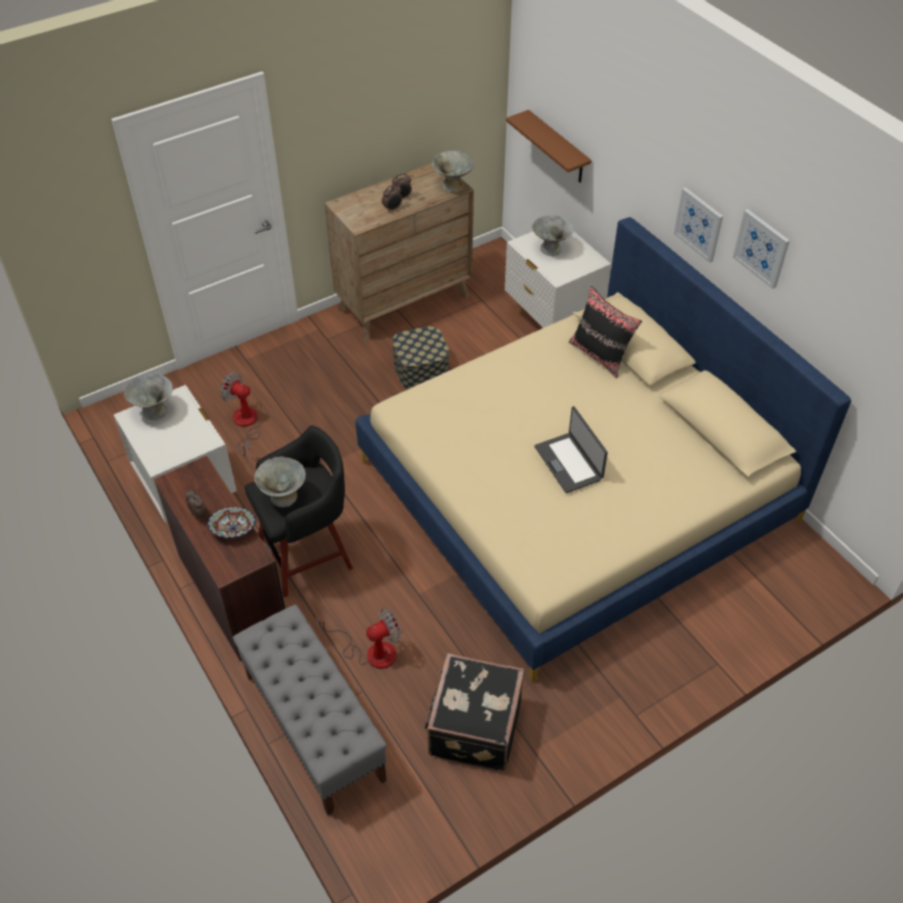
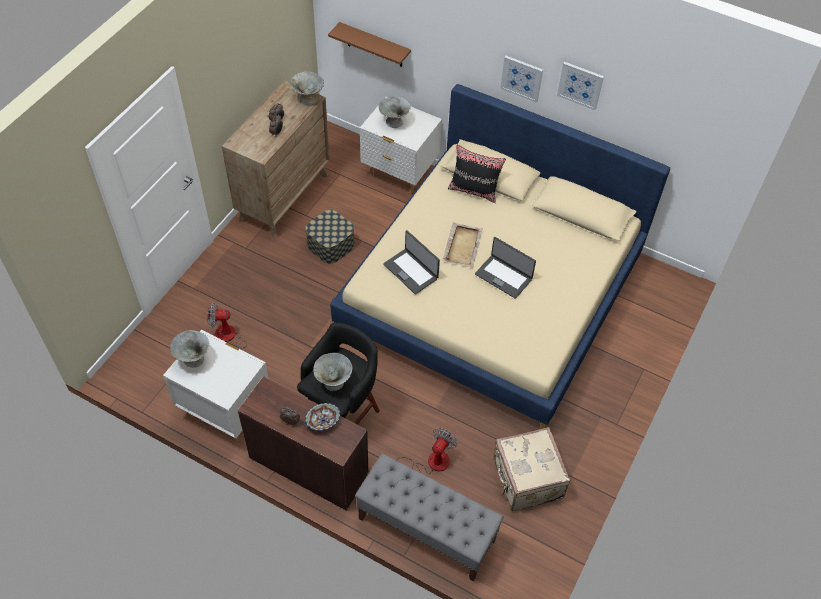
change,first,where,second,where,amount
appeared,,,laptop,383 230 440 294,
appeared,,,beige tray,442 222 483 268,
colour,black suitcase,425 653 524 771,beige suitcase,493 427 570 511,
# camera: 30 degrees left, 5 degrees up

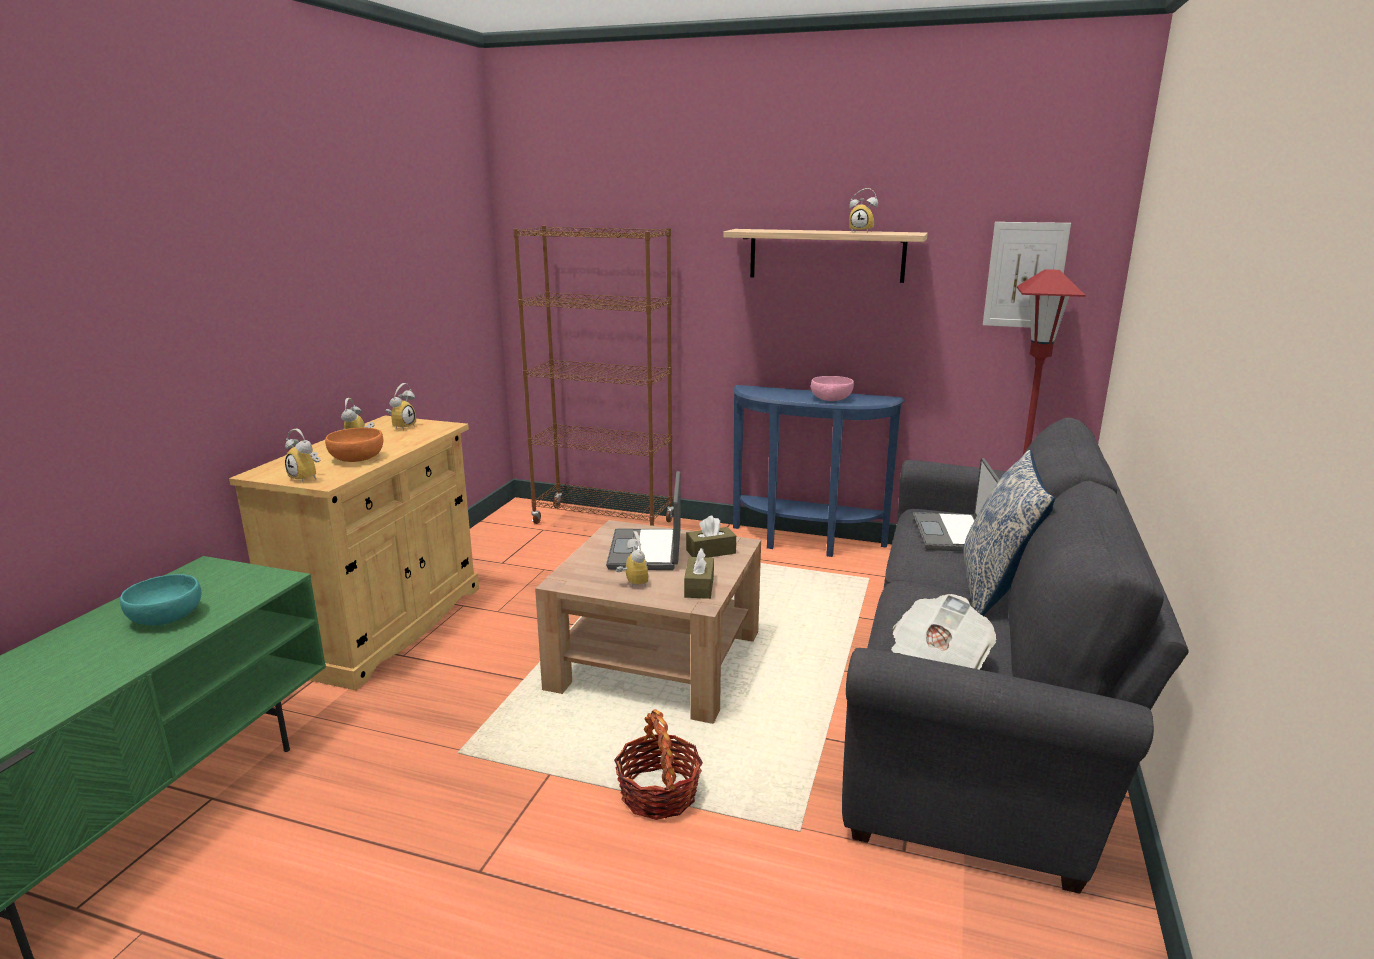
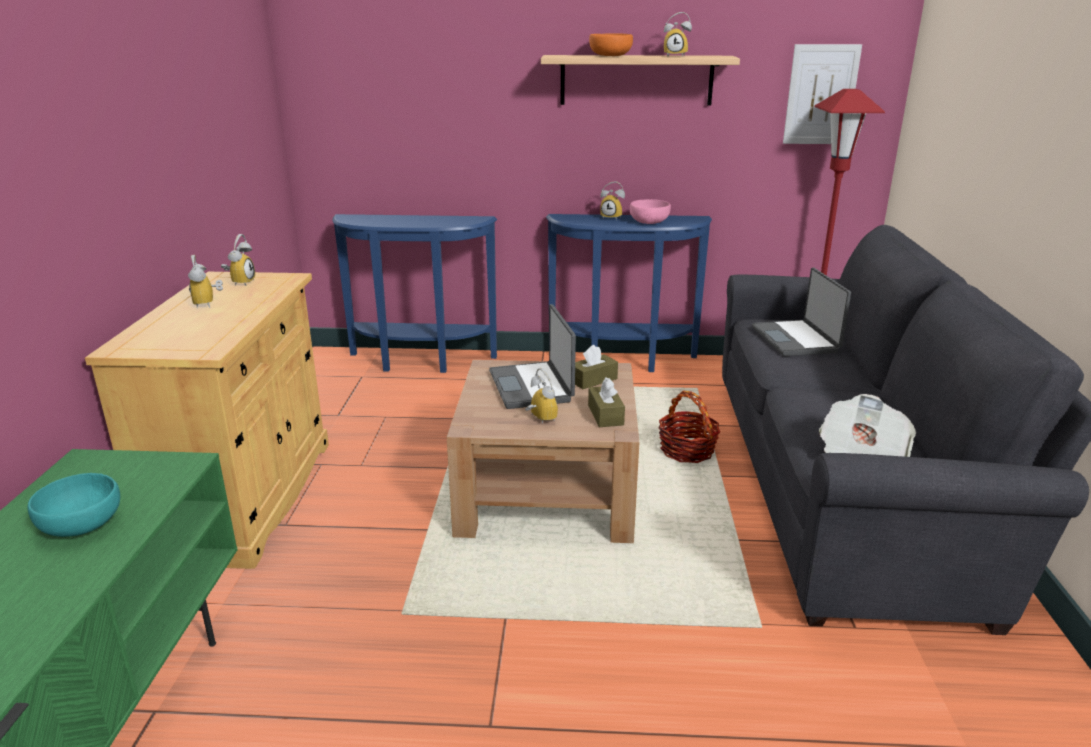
change,first,where,second,where,amount
exchanged,brown bookcase,513 226 673 526,blue console table,333 214 498 373,
relocated,orange bowl,325 428 383 462,,589 34 633 56,
relocated,alarm clock,285 429 321 482,,600 181 625 220,
relocated,basket,614 709 703 820,,658 391 720 463,
missing,pillow,963 450 1055 616,,,
# camera: 15 degrees left, 5 degrees up

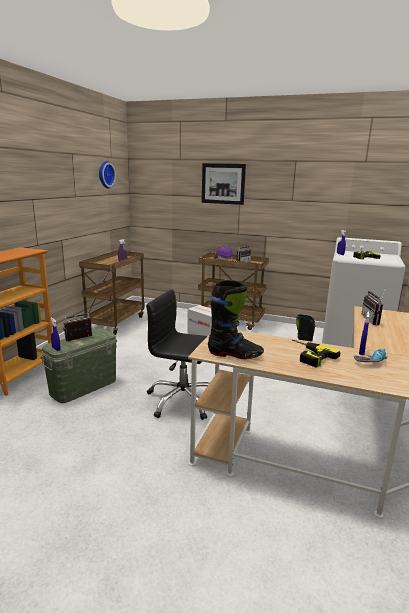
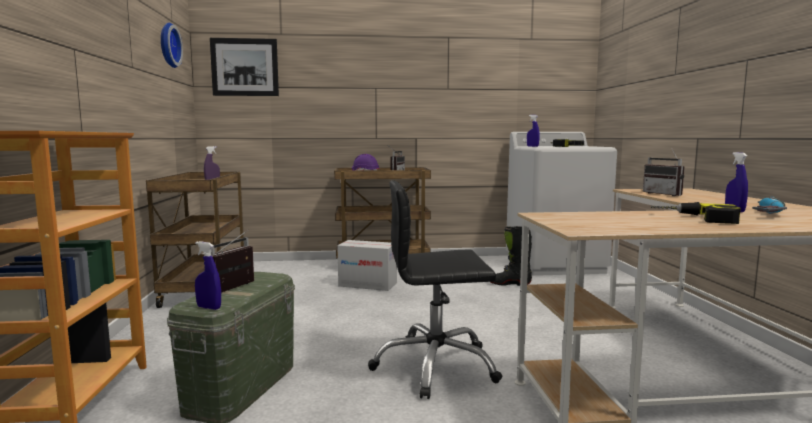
change,first,where,second,where,amount
relocated,picture,202 163 246 205,,210 38 279 96,
missing,black boot,208 280 264 359,,,
# camera: 25 degrees left, 10 degrees down

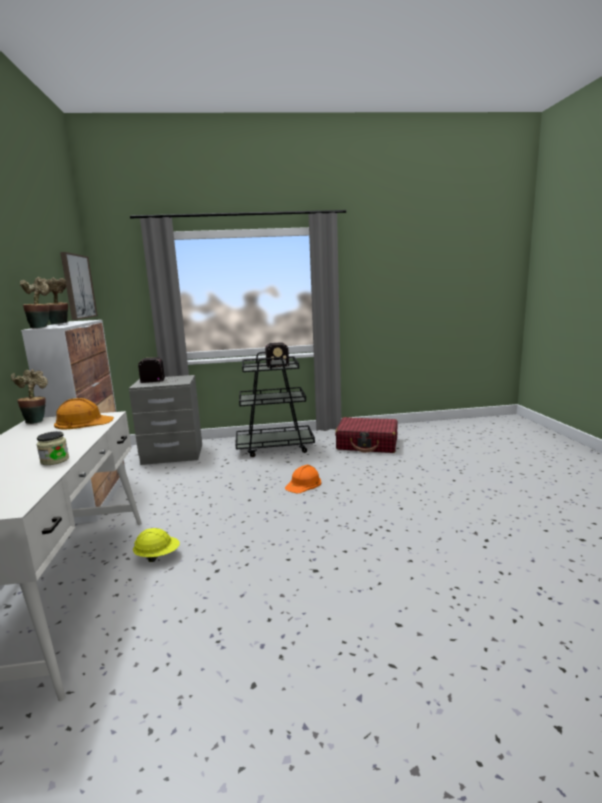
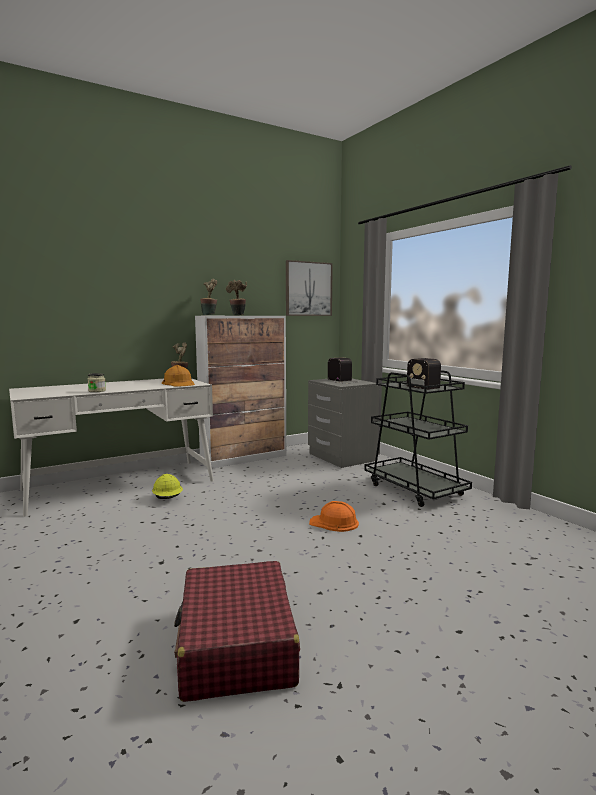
change,first,where,second,where,amount
relocated,red suitcase,335 417 398 453,,174 561 300 702,
# camera: 65 degrees right, 5 degrees down

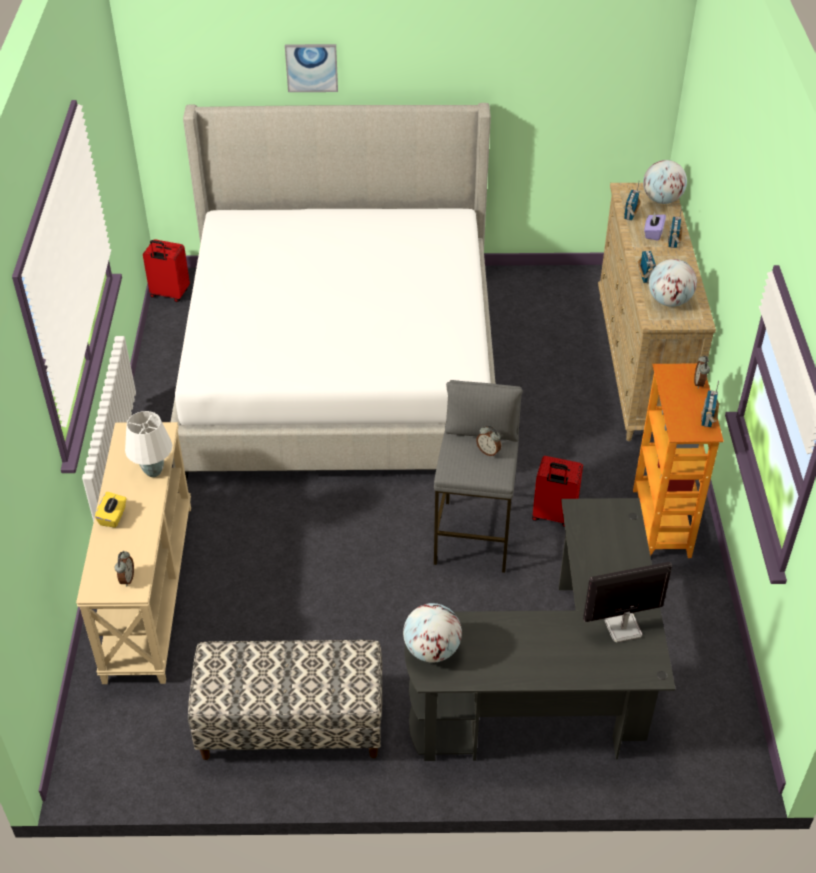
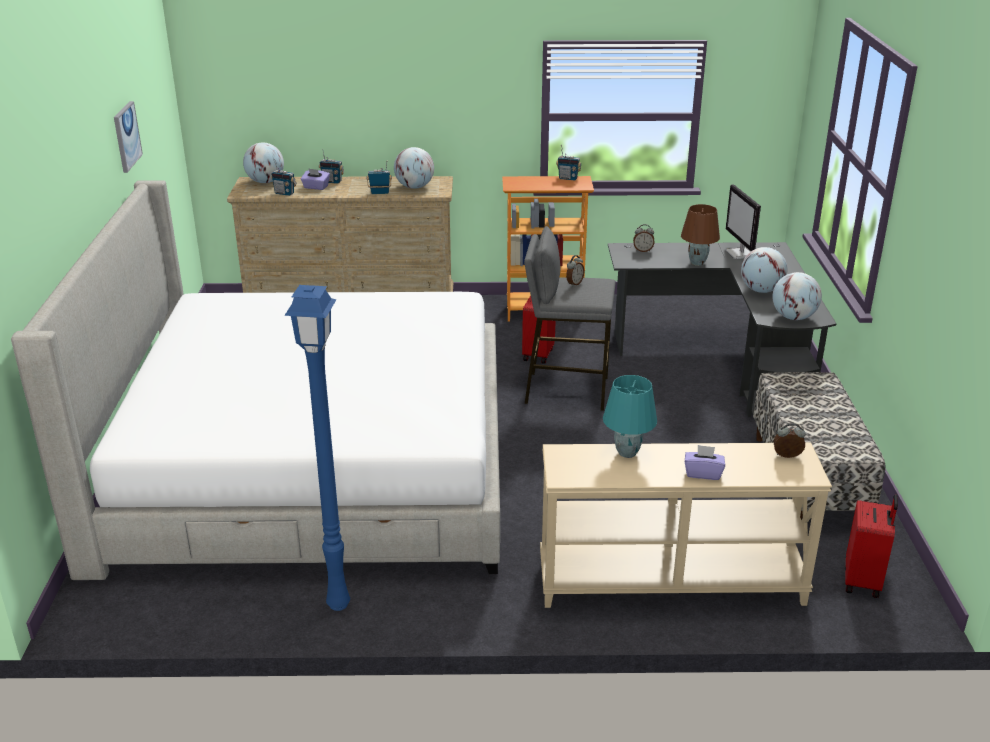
change,first,where,second,where,amount
relocated,picture,285 44 338 92,,114 101 143 173,
appeared,,,blue floor lamp,284 285 350 611,
colour,white table lamp,125 411 172 477,turquoise table lamp,603 375 657 458,
relocated,alarm clock,694 355 710 389,,633 224 655 252,
appeared,,,brown table lamp,681 204 720 266,
colour,yellow tissue box,95 492 127 528,purple tissue box,685 445 725 480,
appeared,,,globe,741 247 788 293,
relocated,red suitcase,143 239 190 302,,845 494 898 598,
# camera: 90 degrees left, 15 degrees down

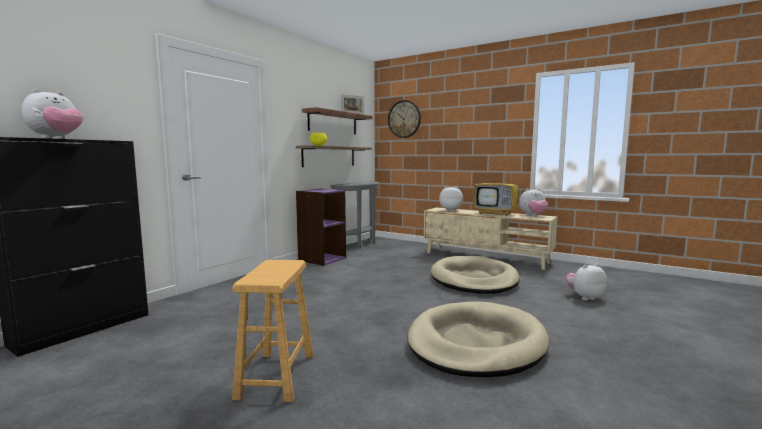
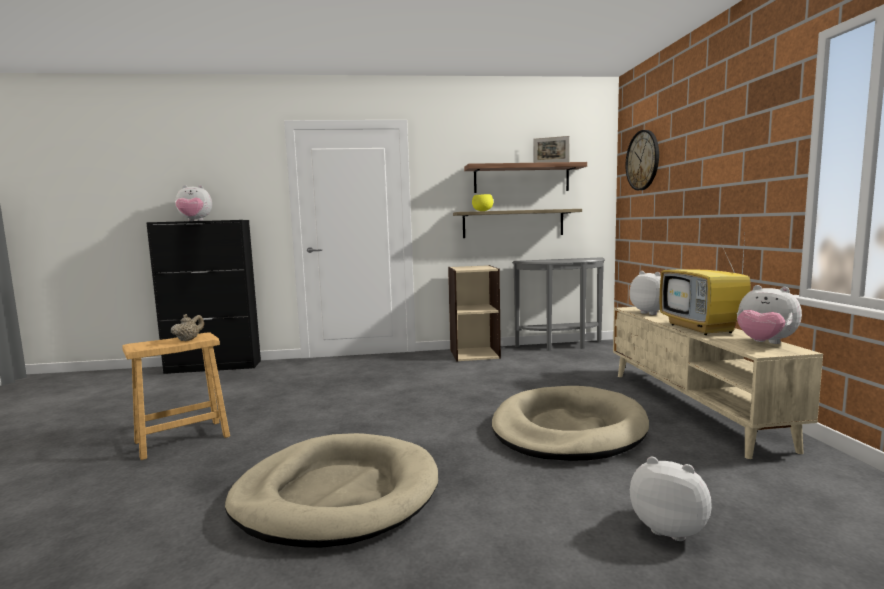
change,first,where,second,where,amount
appeared,,,beige teapot,171 314 204 341,
colour,purple bookcase,296 189 346 266,beige bookcase,448 265 501 361,
# camera: 50 degrees right, 0 degrees up

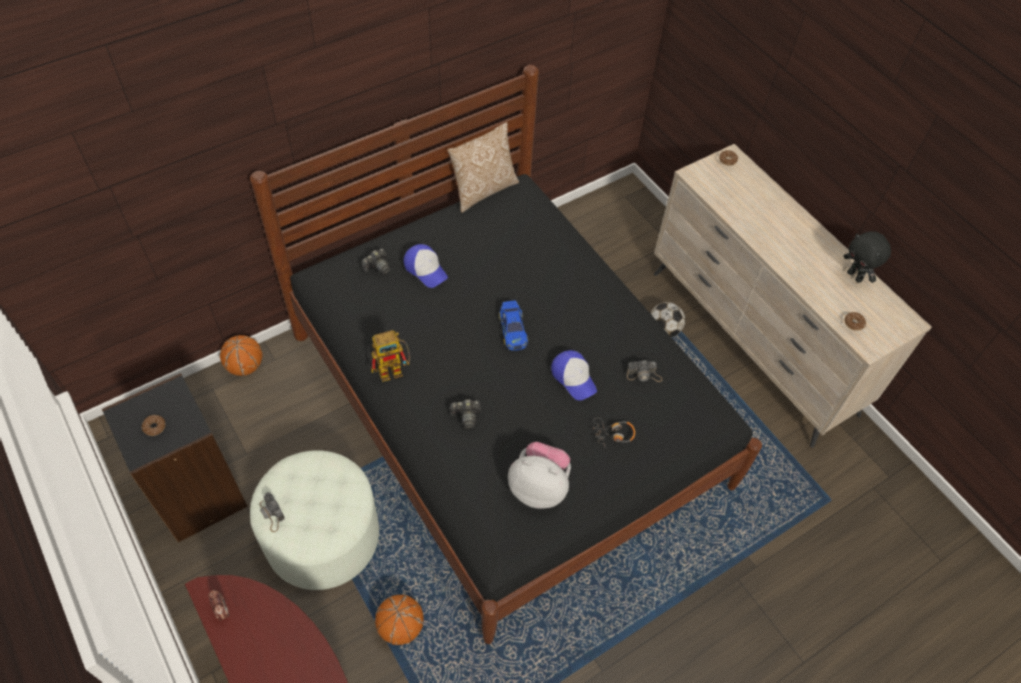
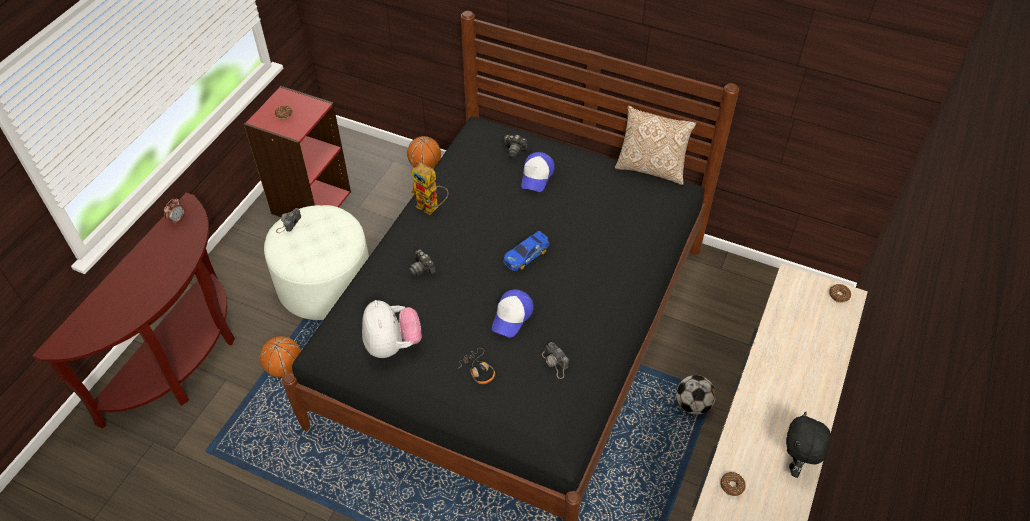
change,first,where,second,where,amount
colour,black bookcase,102 373 248 542,red bookcase,244 86 351 217,
# camera: 60 degrees right, 5 degrees down

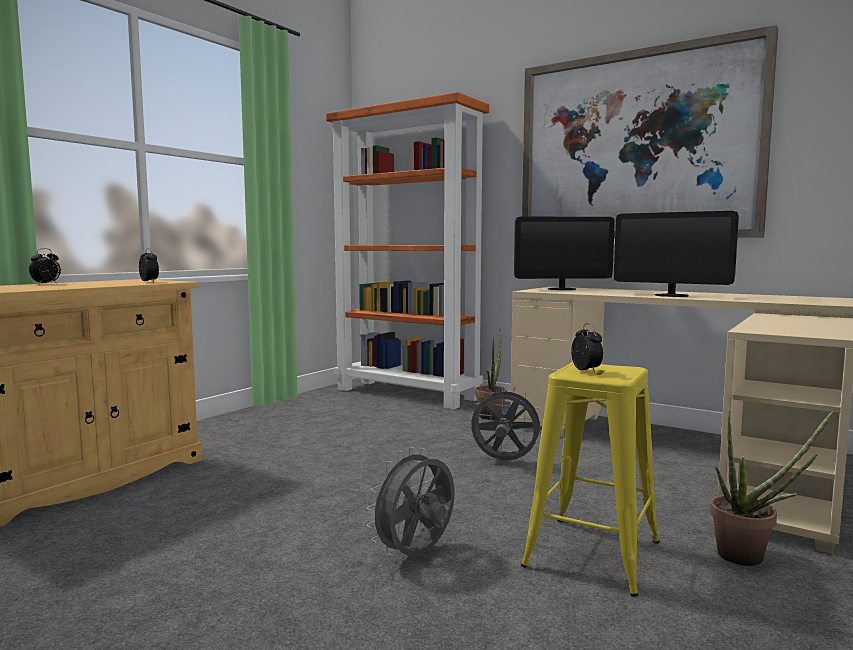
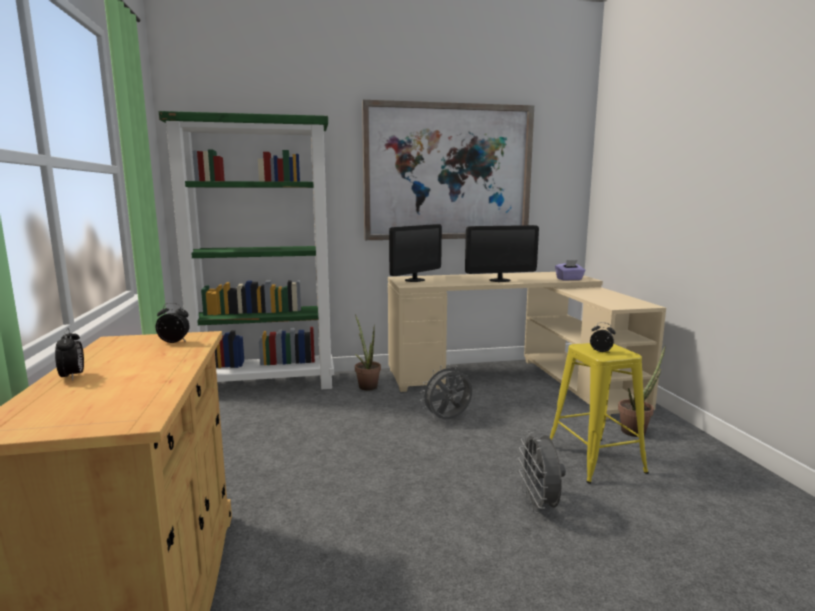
change,first,where,second,where,amount
colour,orange bookcase,326 92 489 409,green bookcase,159 111 334 389,
appeared,,,purple tissue box,555 260 585 281,
# camera: 45 degrees left, 5 degrees up

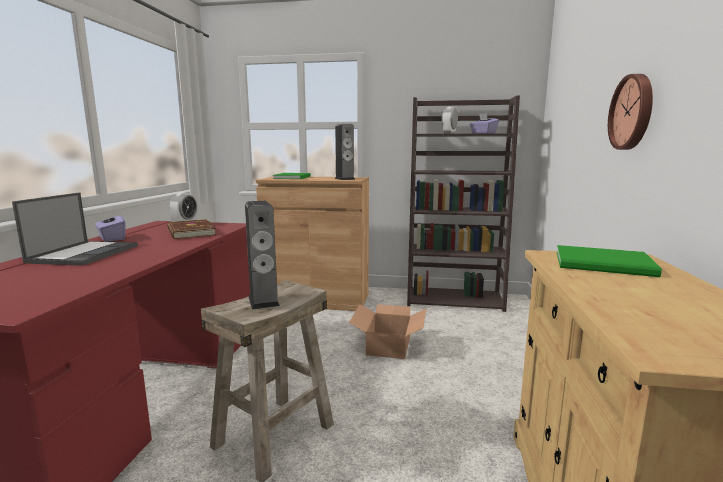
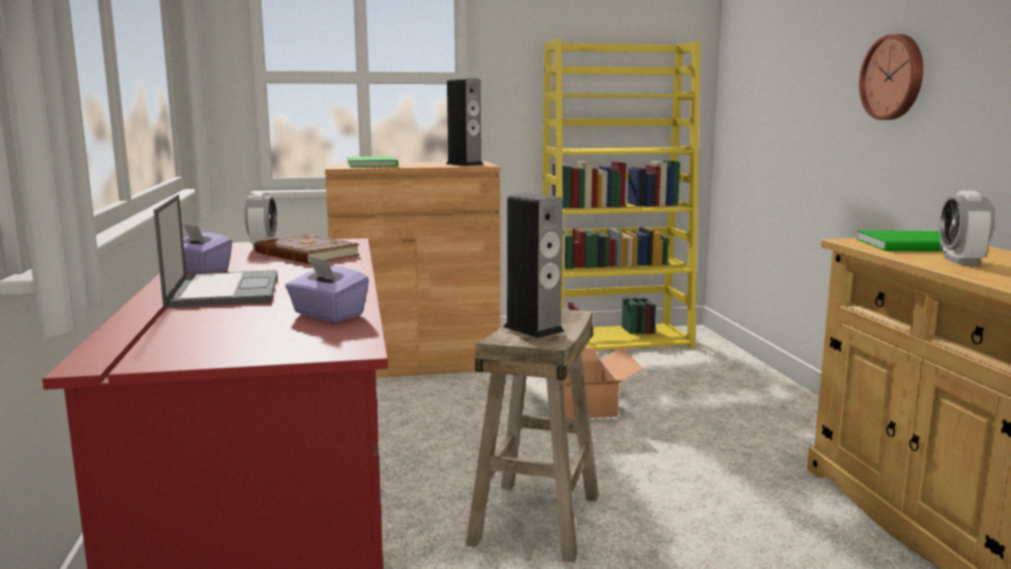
change,first,where,second,where,amount
relocated,purple tissue box,470 113 499 134,,285 256 369 322,
colour,brown bookcase,407 95 520 312,yellow bookcase,543 39 700 350,
relocated,alarm clock,442 107 458 134,,939 191 994 265,
# camera: 20 degrees left, 0 degrees up

